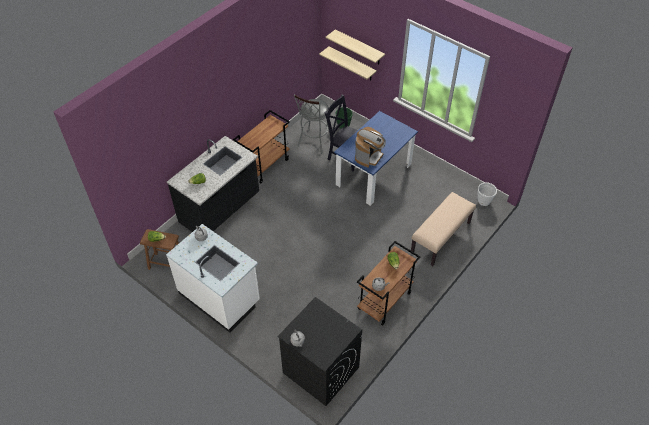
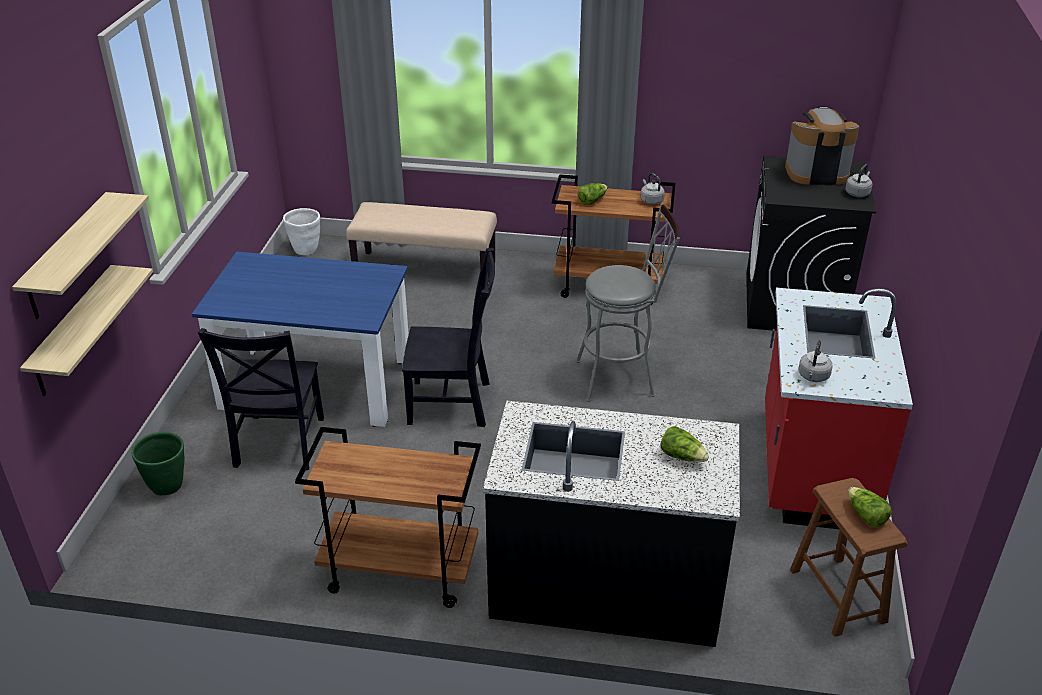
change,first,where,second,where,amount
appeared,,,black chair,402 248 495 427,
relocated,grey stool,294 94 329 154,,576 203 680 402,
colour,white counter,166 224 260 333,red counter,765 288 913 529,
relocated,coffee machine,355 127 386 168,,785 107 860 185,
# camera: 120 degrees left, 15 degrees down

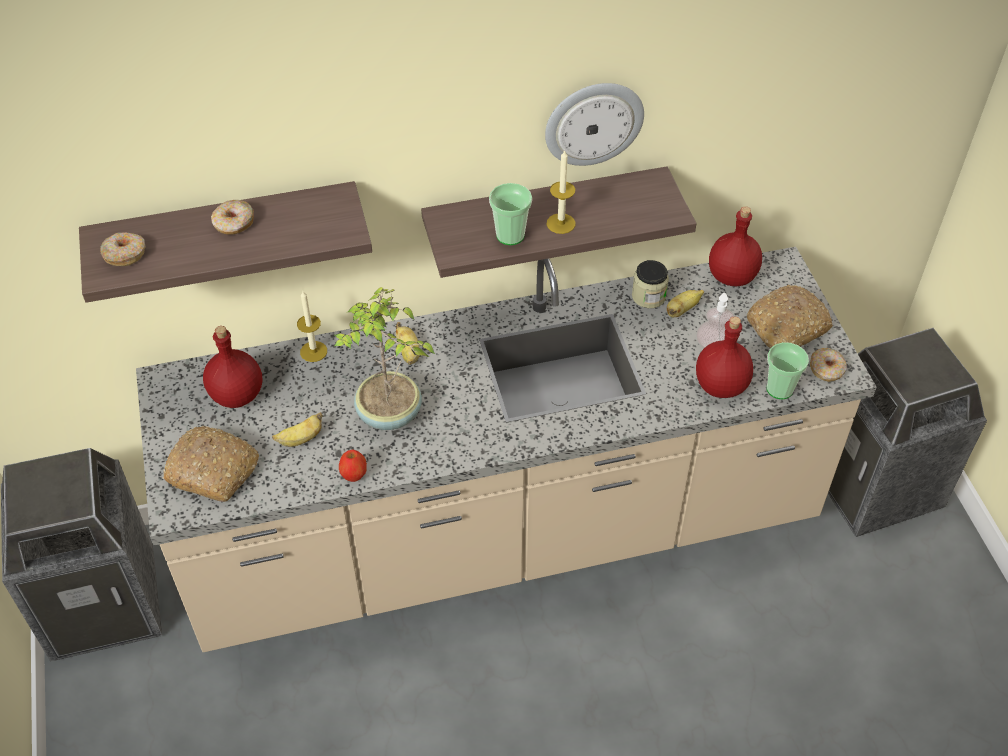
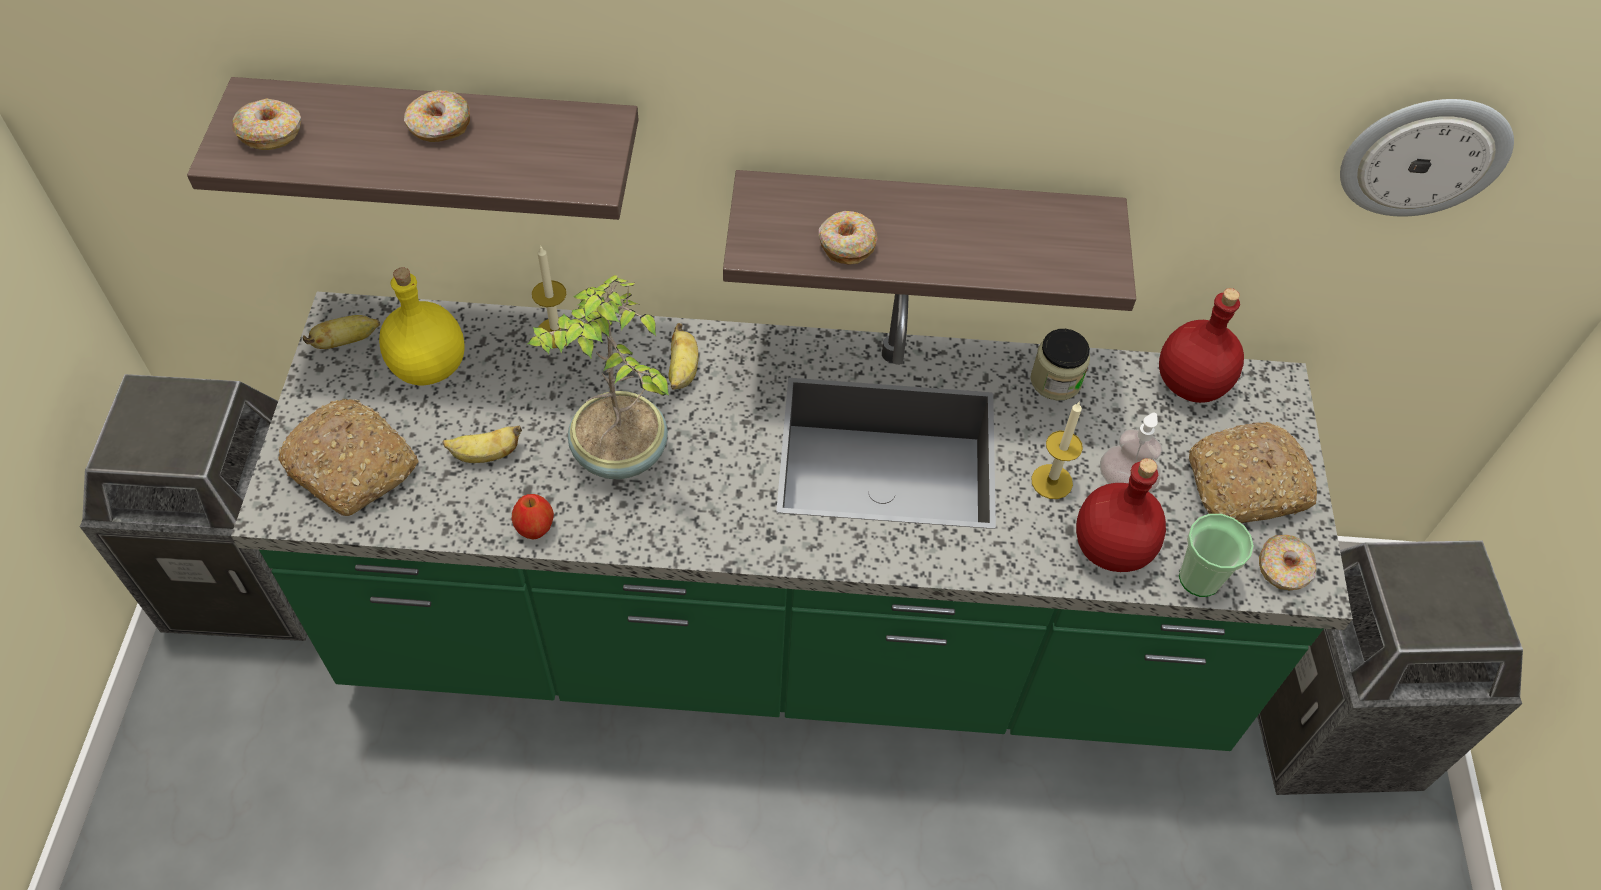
change,first,where,second,where,amount
colour,beige counter,136 247 877 652,green counter,231 292 1353 751,
relocated,banana,667 290 704 317,,303 315 380 349,
colour,red bottle,203 326 263 408,yellow bottle,379 267 465 385,
exchanged,cup,489 183 532 245,donut,819 211 877 265,
relocated,candle,547 149 576 234,,1031 401 1083 499,
relocated,wall clock,545 83 644 166,,1340 99 1514 217,
# camera: 15 degrees right, 5 degrees up

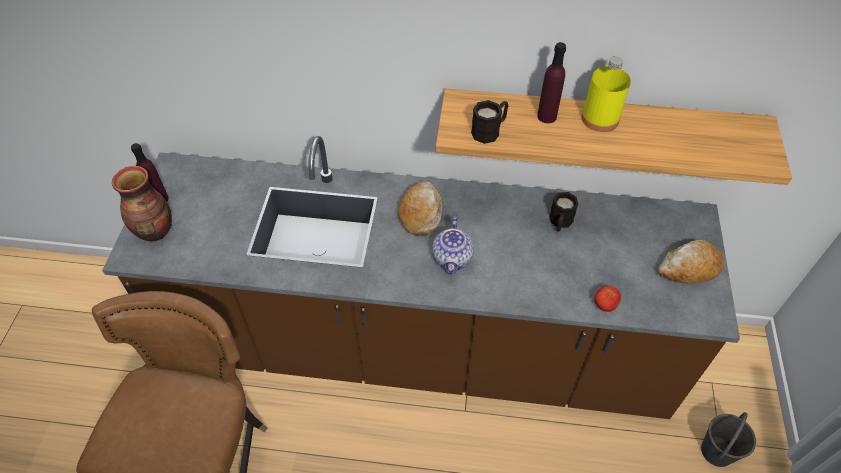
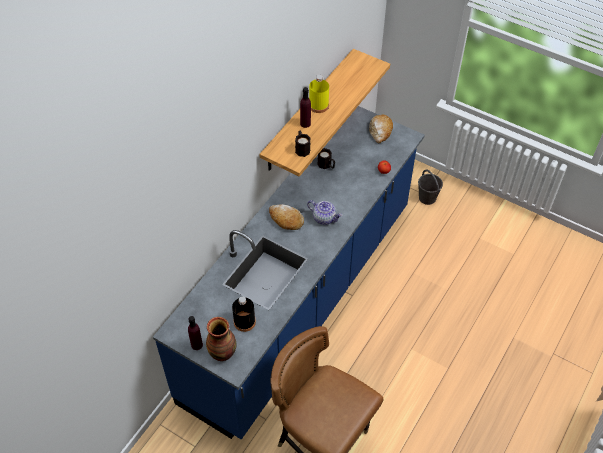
change,first,where,second,where,amount
colour,brown counter,102 136 740 419,blue counter,153 106 425 440,
appeared,,,black bottle,232 297 256 332,
# camera: 65 degrees left, 0 degrees up

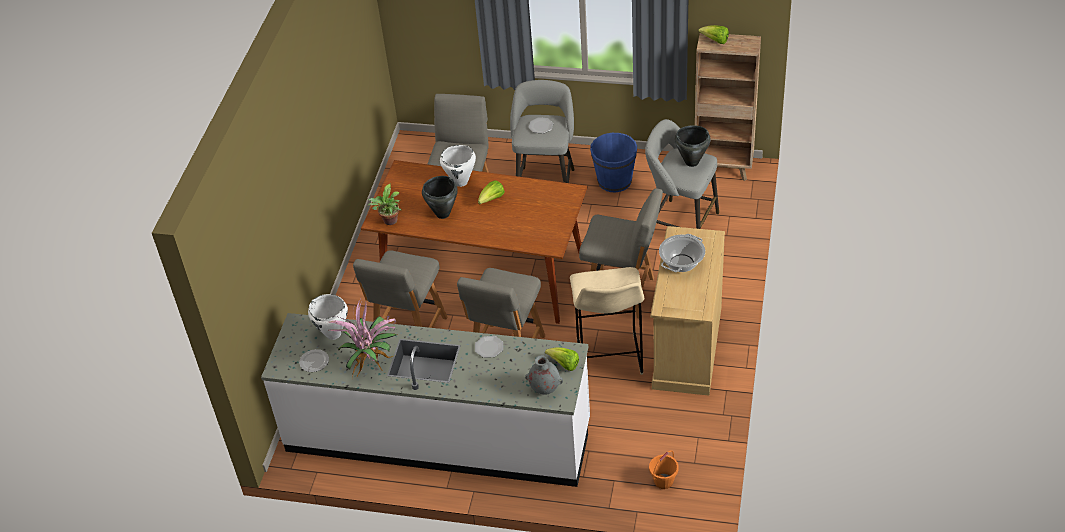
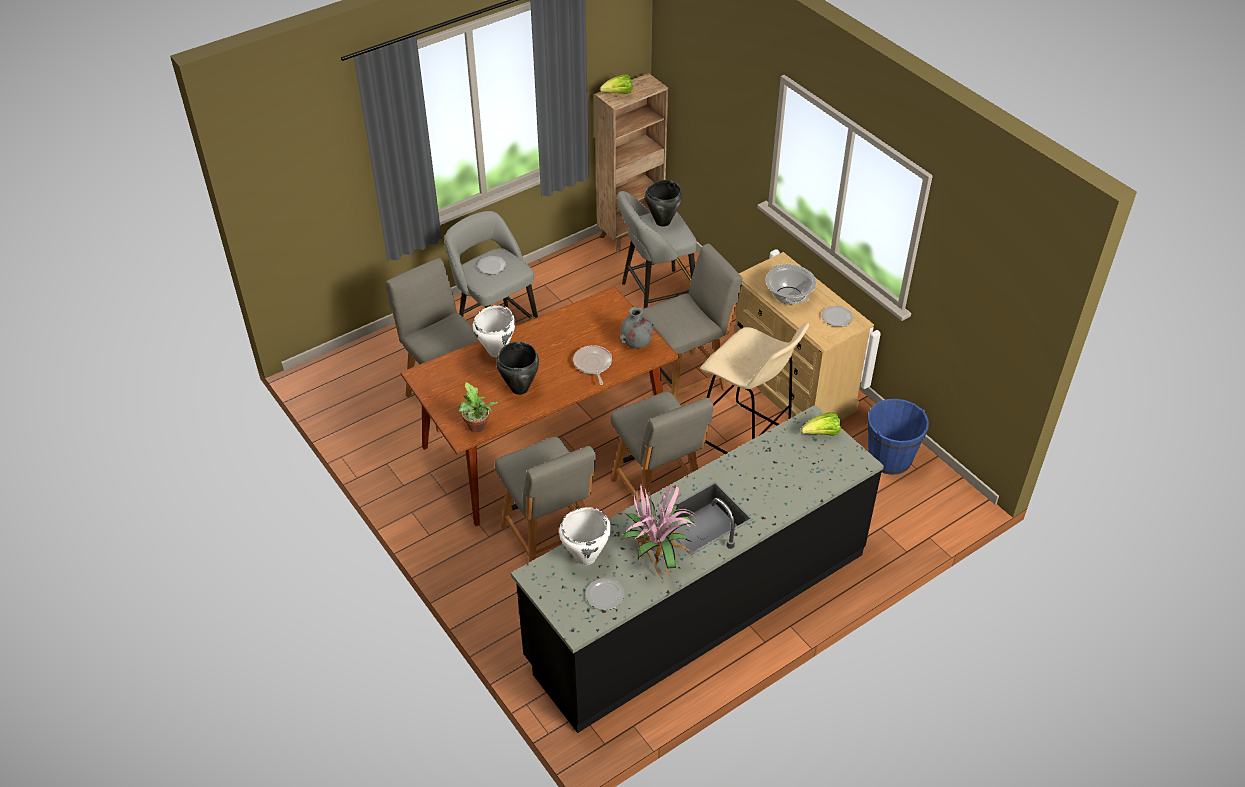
change,first,where,second,where,amount
colour,white counter,261 313 590 487,black counter,511 405 884 733,
appeared,,,frying pan,573 345 612 385,
relocated,grey vase,525 355 563 395,,620 307 654 349,
relocated,plate,475 336 503 358,,822 306 853 327,
relocated,blue bucket,590 133 637 192,,868 399 929 475,
missing,lettuce,478 180 505 204,,,
missing,orange bucket,649 451 678 489,,,
# camera: 50 degrees left, 0 degrees up

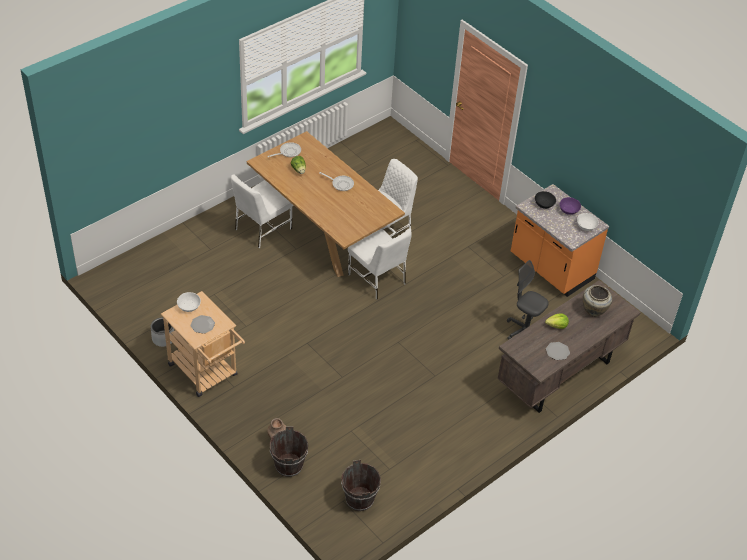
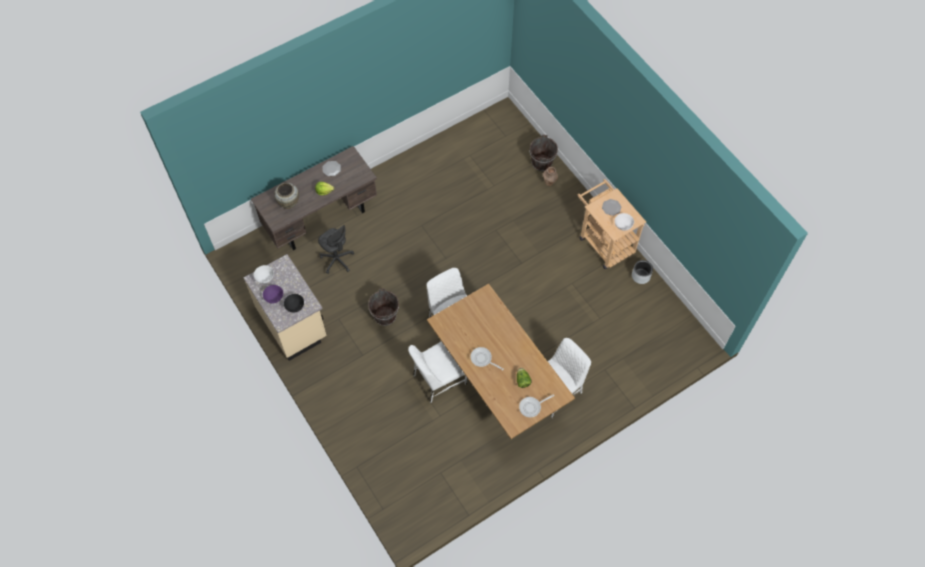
change,first,where,second,where,amount
colour,orange counter,511 184 609 297,beige counter,244 254 327 361,
relocated,brown bucket,341 460 381 511,,368 288 399 326,
# camera: 170 degrees left, 15 degrees up

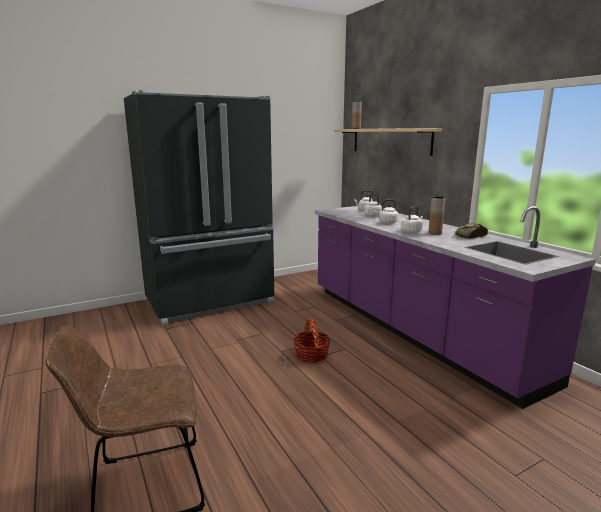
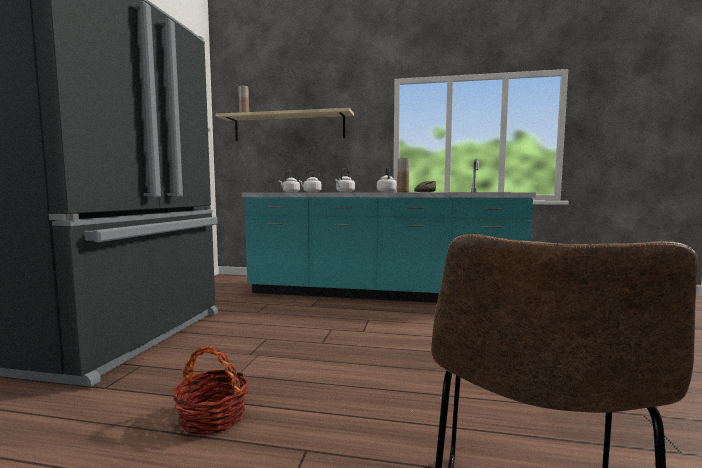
change,first,where,second,where,amount
relocated,basket,293 318 331 363,,173 346 249 435,
colour,purple counter,315 206 596 409,turquoise counter,241 159 536 303,
# camera: 50 degrees left, 10 degrees down

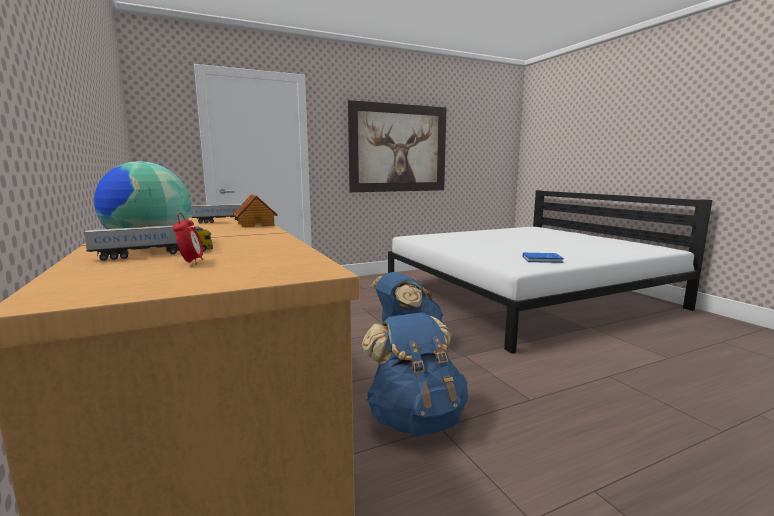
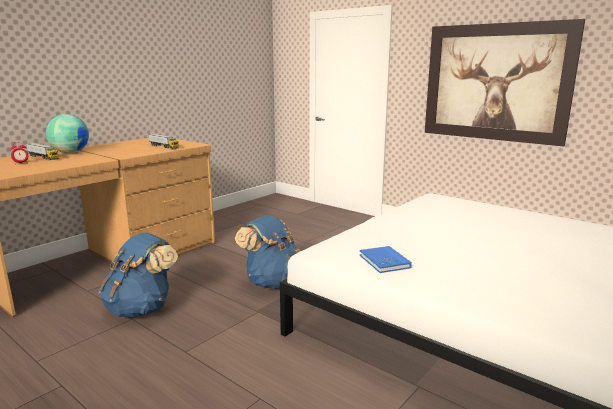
change,first,where,second,where,amount
missing,toy house,233 194 278 227,,,
# camera: 65 degrees right, 5 degrees up

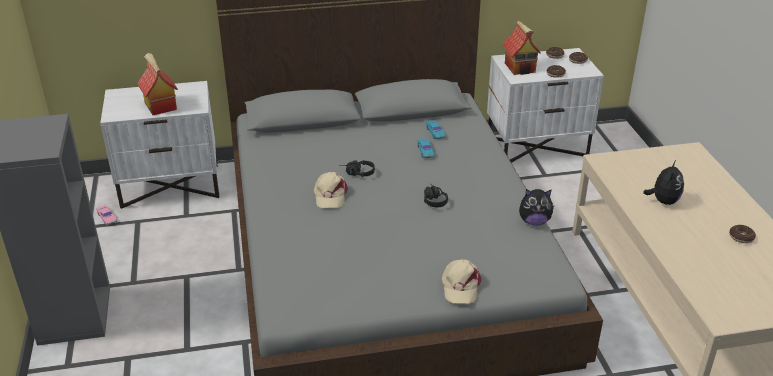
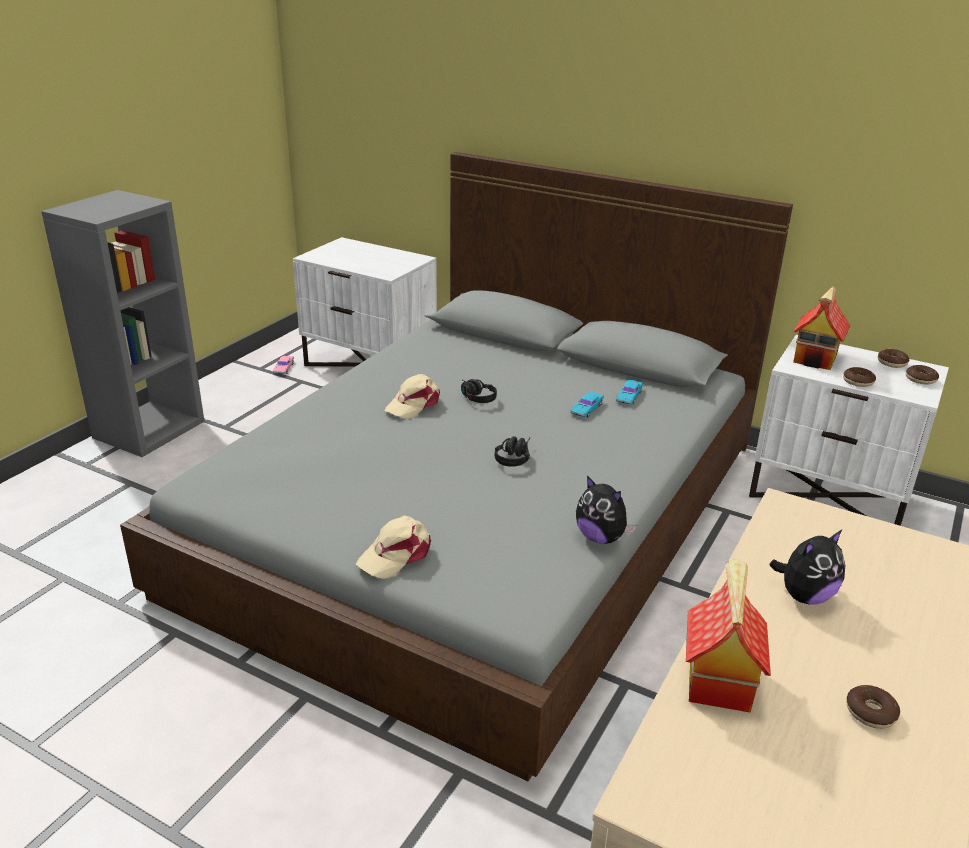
change,first,where,second,where,amount
relocated,toy house,137 53 178 115,,686 559 771 713,
# camera: 40 degrees right, 5 degrees down

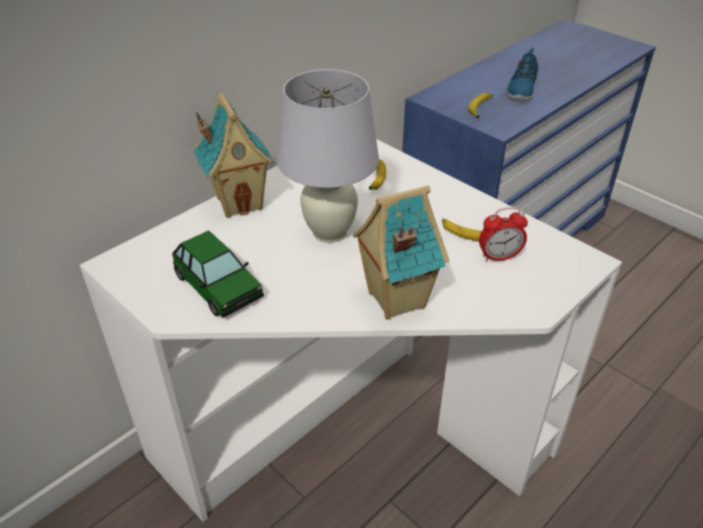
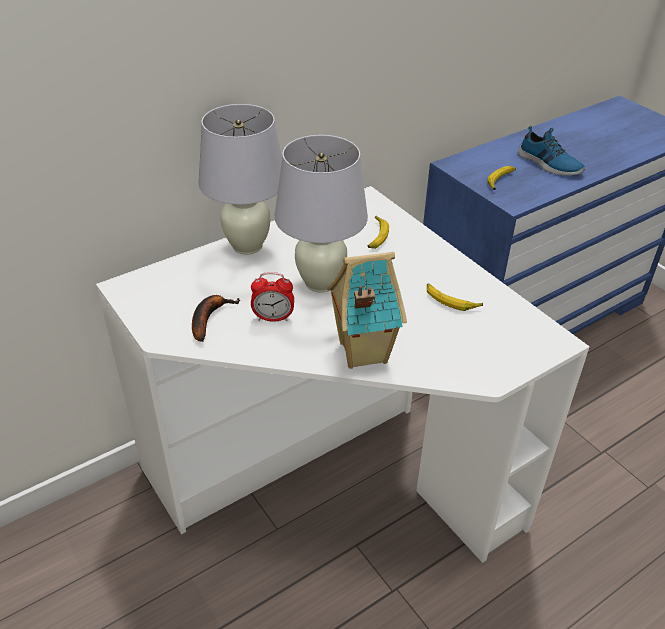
change,first,where,second,where,amount
exchanged,toy car,172 230 264 318,banana,192 295 241 342,
exchanged,toy house,194 93 274 218,white table lamp,199 104 282 255,
relocated,alarm clock,479 207 528 262,,251 272 294 322,
spun,shoe,506 48 538 100,,518 126 585 176,75 degrees counterclockwise
# camera: 10 degrees right, 0 degrees up

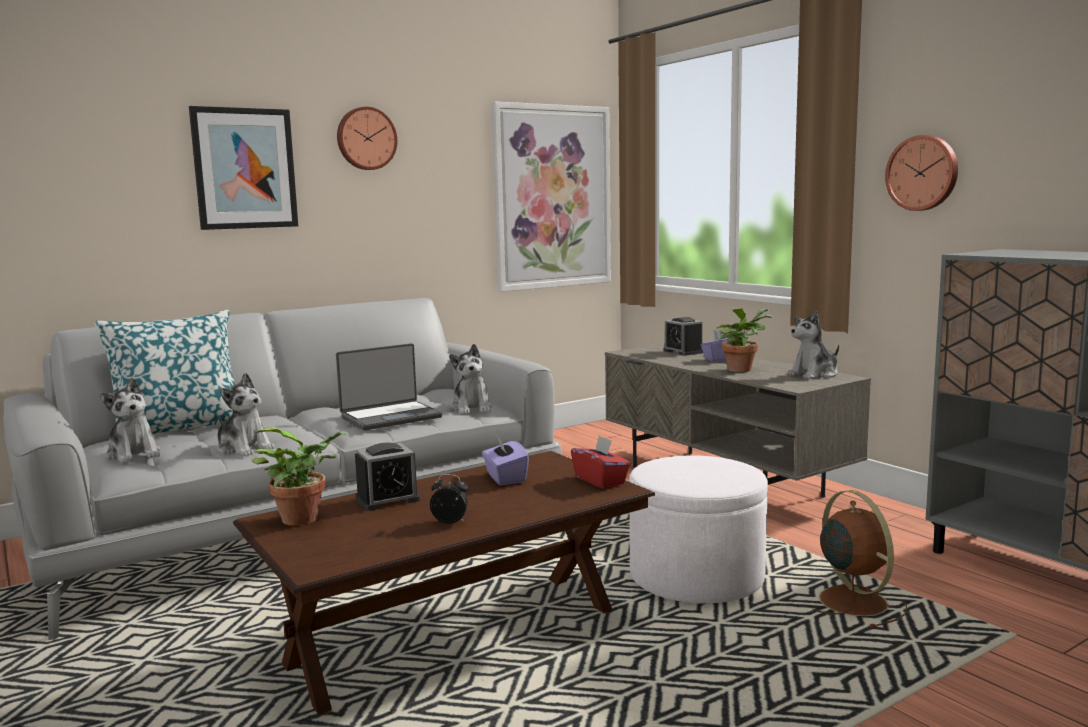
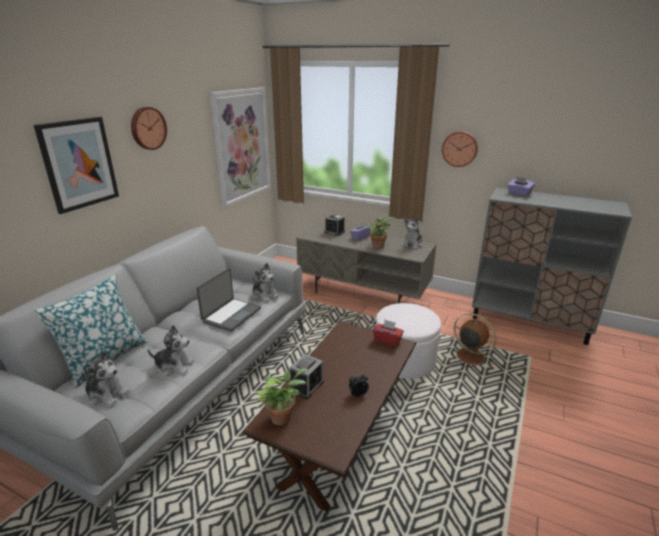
change,first,where,second,where,amount
relocated,purple tissue box,482 436 529 485,,507 177 535 196,
# camera: 30 degrees left, 15 degrees up

